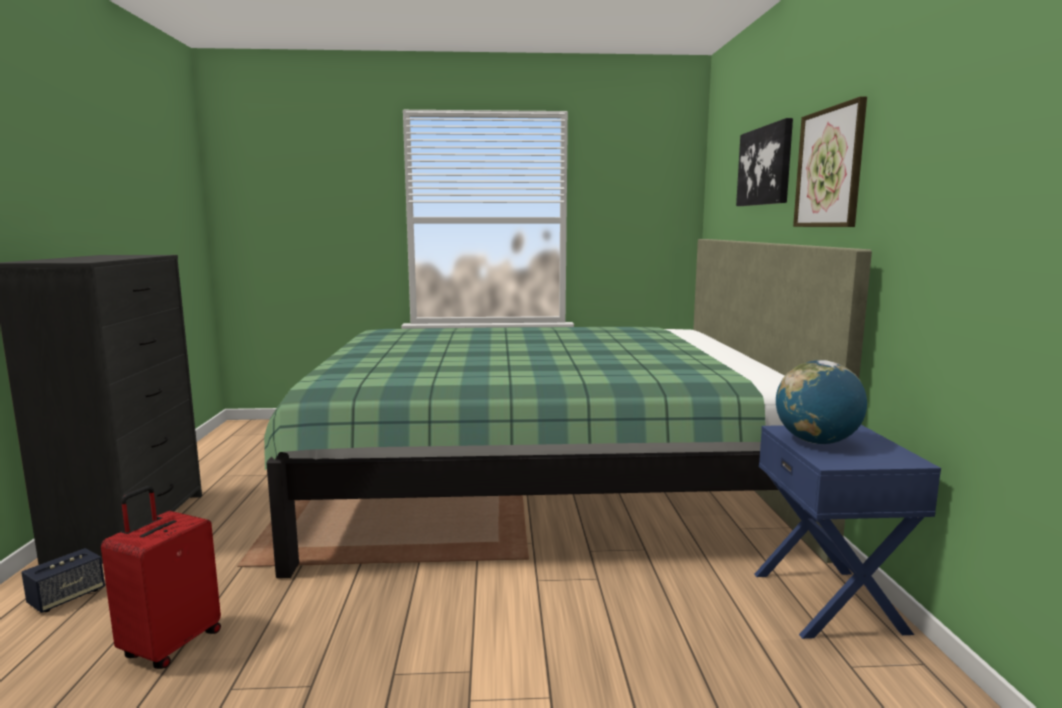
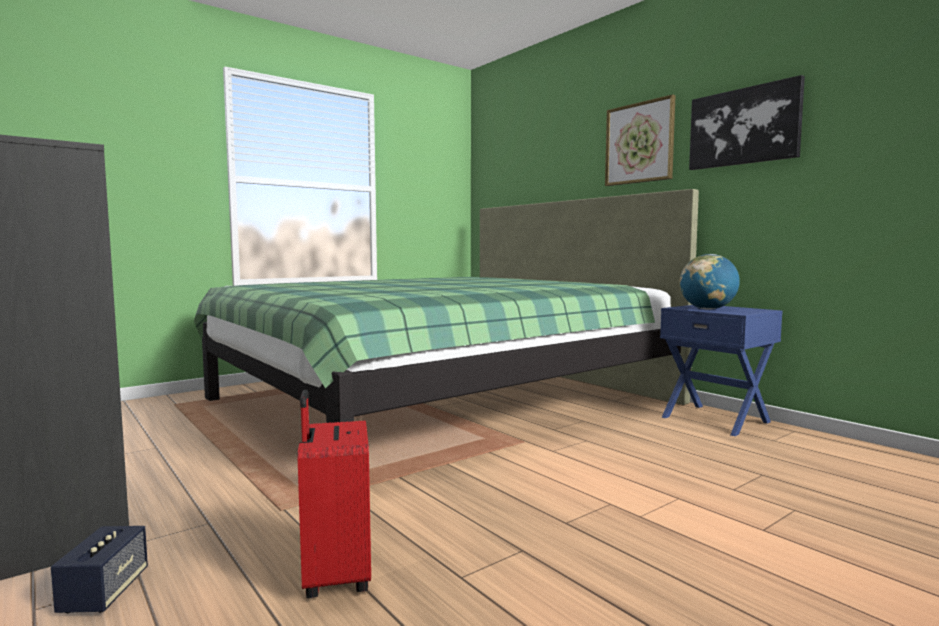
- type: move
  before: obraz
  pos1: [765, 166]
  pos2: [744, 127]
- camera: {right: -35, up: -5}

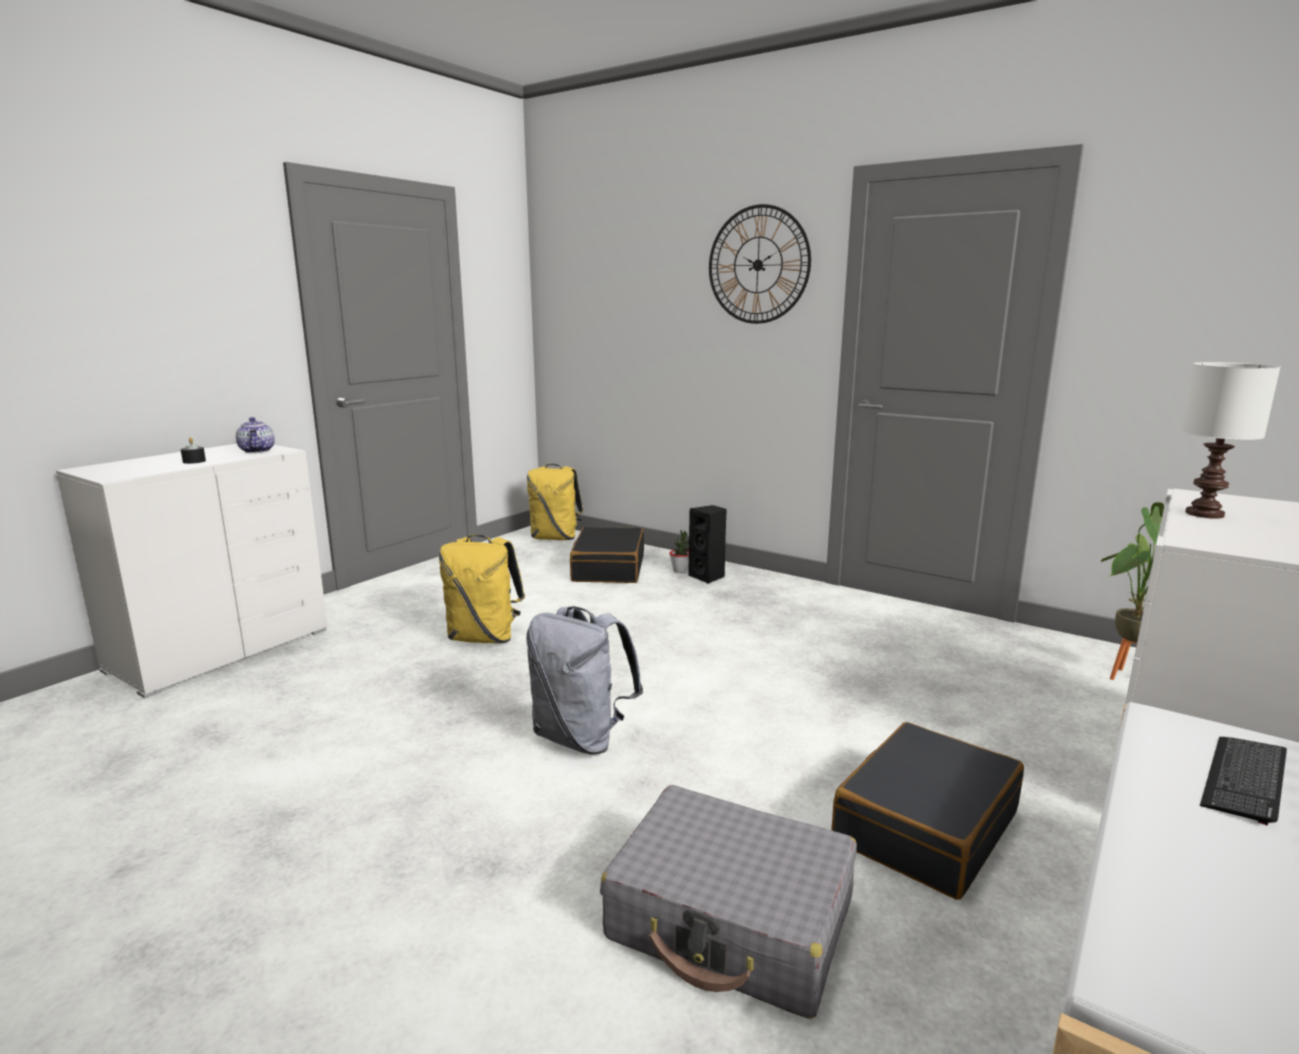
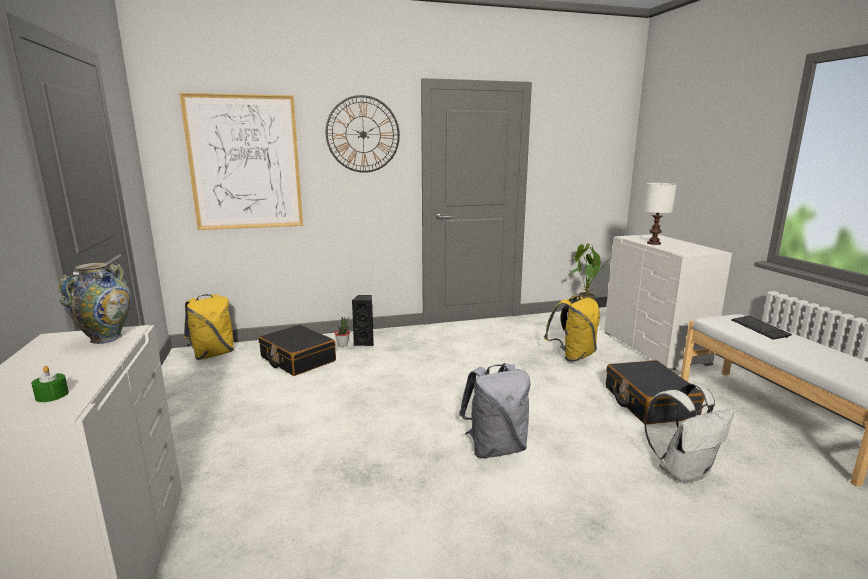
- type: replace
  before: imbryk
  after: wazon
  pos1: [258, 451]
  pos2: [106, 338]
- type: delete
  before: świeca [czarny]
  pos1: [194, 461]
- type: move
  before: plecak [żółty]
  pos1: [484, 638]
  pos2: [572, 356]
- type: replace
  before: walizka [szary]
  after: plecak [biały]
  pos1: [731, 920]
  pos2: [683, 471]
- type: insert
  after: obraz
  pos2: [245, 163]
- type: insert
  after: świeca [zielony]
  pos2: [52, 395]
- camera: {right: -50, up: 0}

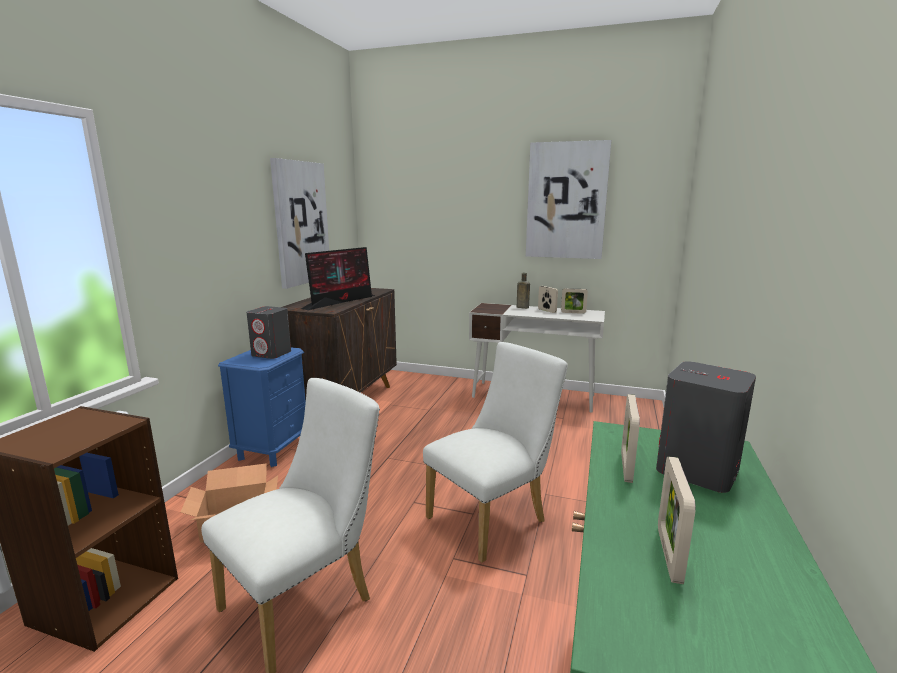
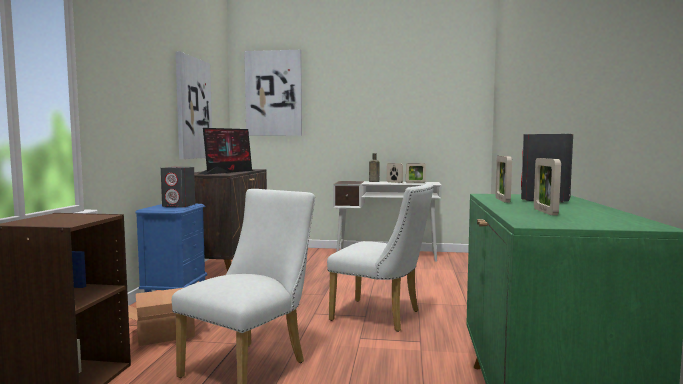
- type: move
  before: obraz
  pos1: [566, 201]
  pos2: [273, 93]
- type: rotate
  before: krzesło [biały]
  pos1: [493, 517]
  pos2: [382, 316]
  turn: 75
- camera: {right: -10, up: -10}

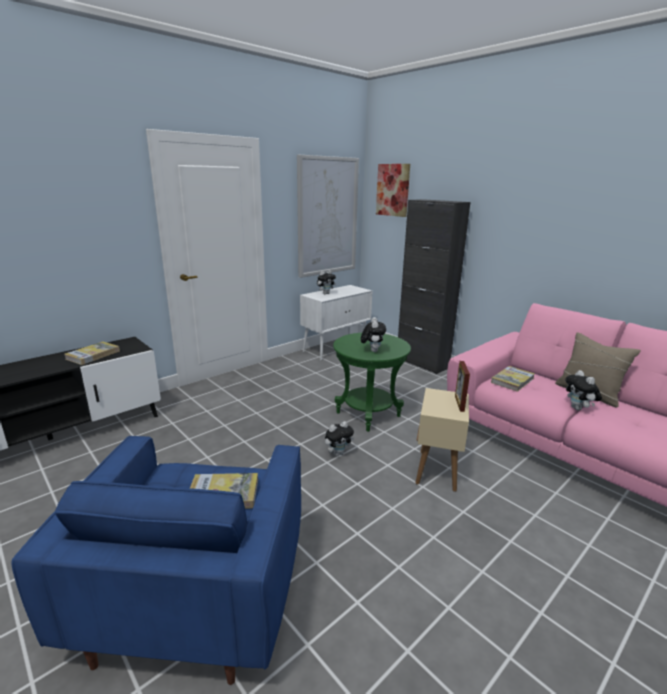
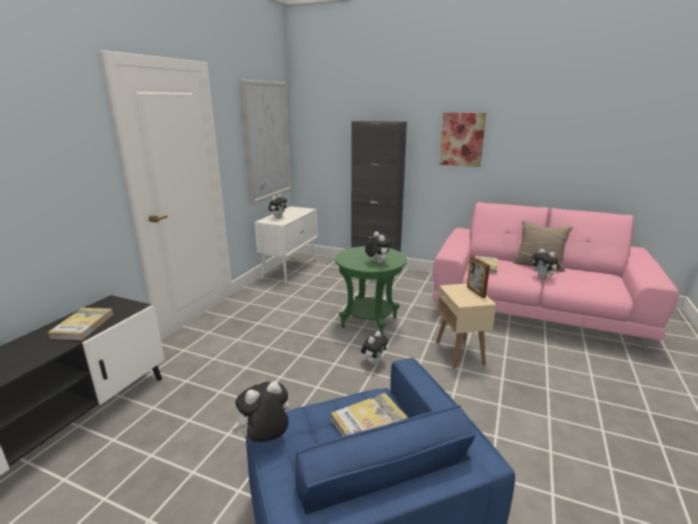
- type: move
  before: obraz
  pos1: [393, 190]
  pos2: [462, 139]
- type: insert
  after: pluszak
  pos2: [265, 440]
- camera: {right: -25, up: 0}

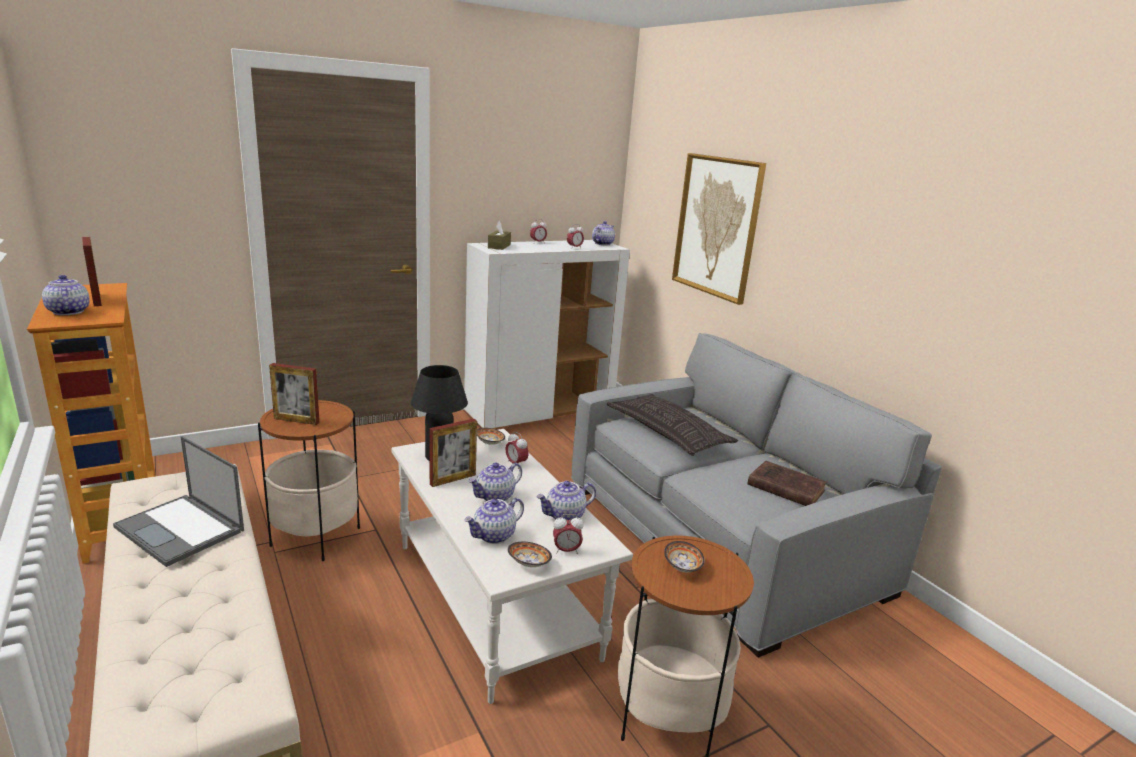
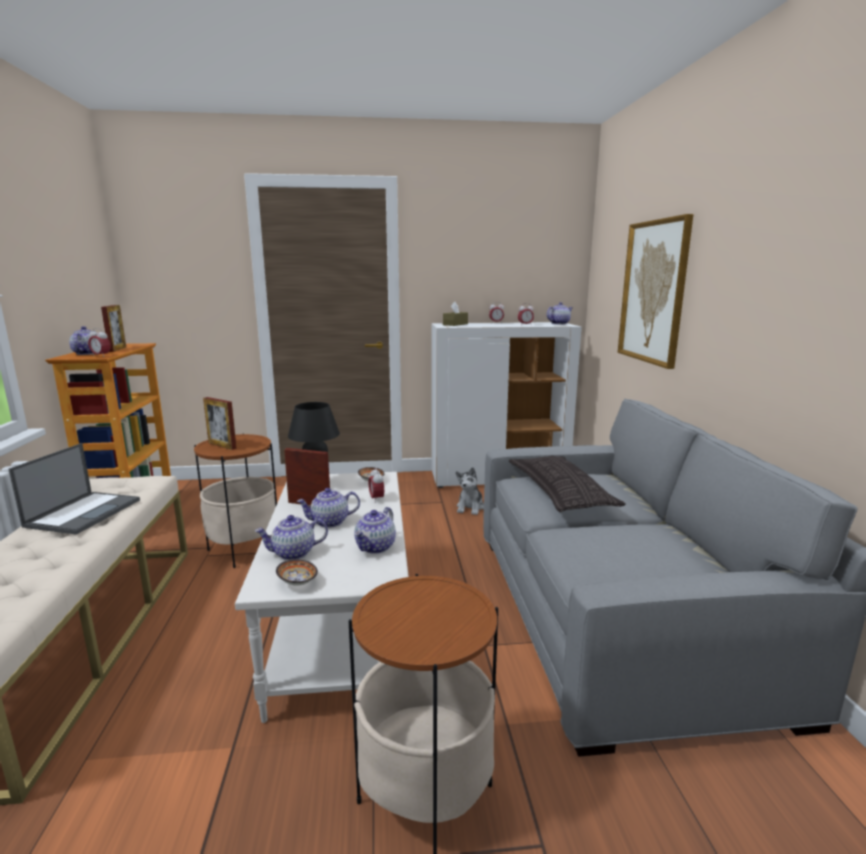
- type: rotate
  before: ramka na zdjęcie
  pos1: [453, 479]
  pos2: [309, 504]
  turn: -150
- type: rotate
  before: laptop
  pos1: [181, 529]
  pos2: [84, 512]
  turn: -135
- type: delete
  before: książka [brązowy]
  pos1: [783, 487]
- type: rotate
  before: imbryk
  pos1: [565, 516]
  pos2: [376, 547]
  turn: -60
- type: move
  before: budzik
  pos1: [566, 551]
  pos2: [101, 356]
- type: delete
  before: miska
  pos1: [682, 567]
- type: insert
  after: pluszak
  pos2: [470, 507]
- camera: {right: 25, up: -5}

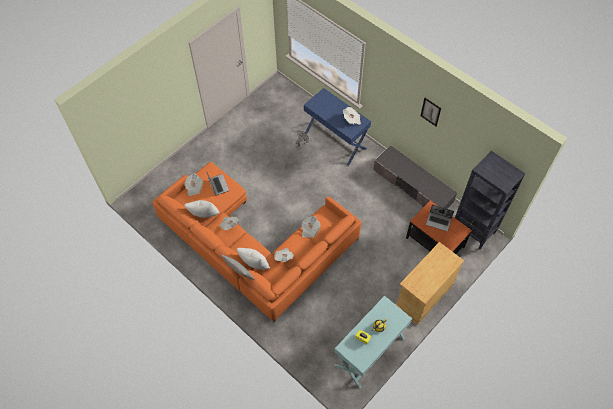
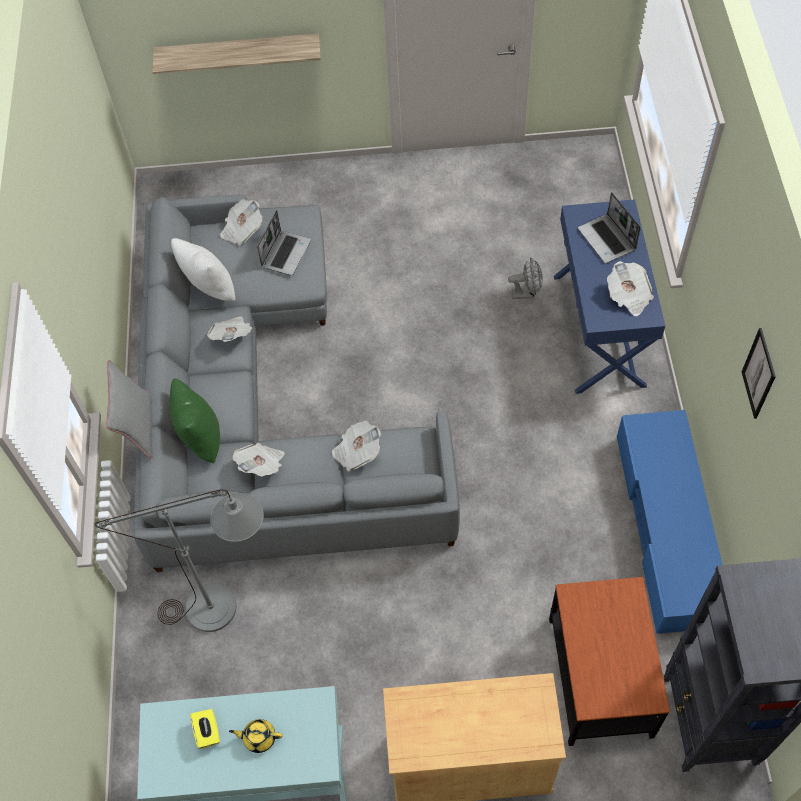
- type: recolor
  before: szafka pod telewizor [szary]
  after: szafka pod telewizor [niebieski]
  pos1: [412, 186]
  pos2: [667, 529]
- type: recolor
  before: kanapa [pomarańczowy]
  after: kanapa [szary]
  pos1: [252, 245]
  pos2: [260, 407]
- type: move
  before: laptop
  pos1: [439, 221]
  pos2: [607, 240]
- type: recolor
  before: poduszka [biały]
  after: poduszka [zielony]
  pos1: [254, 265]
  pos2: [199, 439]
- type: insert
  after: półka
  pos2: [238, 53]
- type: insert
  after: lampa stojąca [szary]
  pos2: [226, 606]
- camera: {right: 45, up: 0}

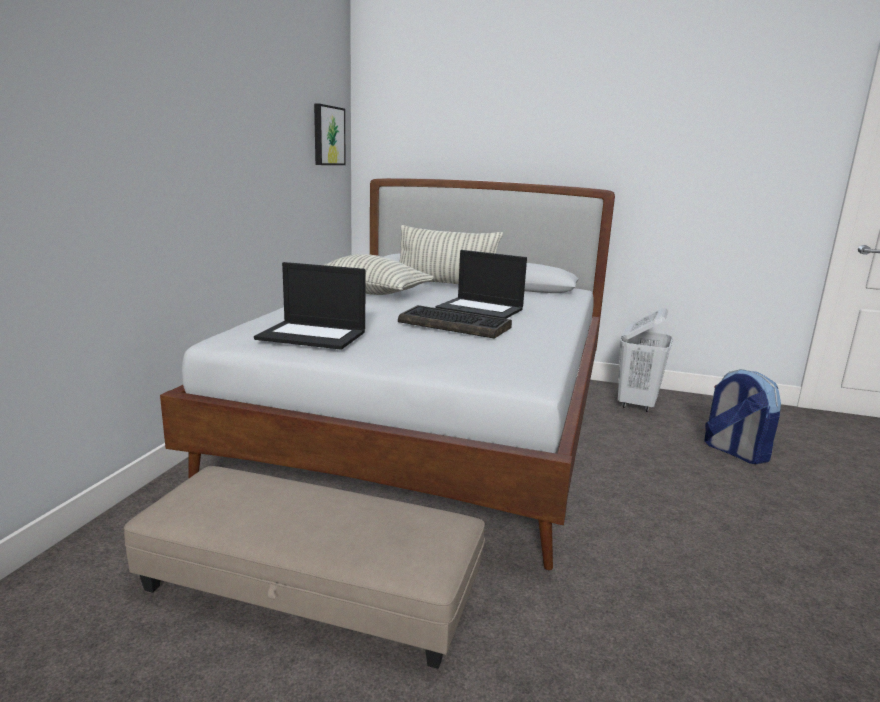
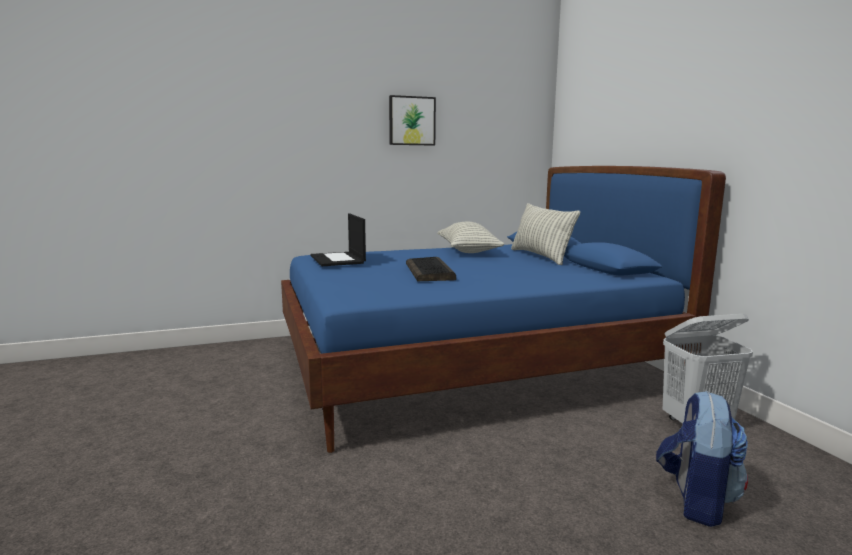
- type: move
  before: obraz
  pos1: [327, 135]
  pos2: [411, 121]
- type: recolor
  before: łóżko [biały]
  after: łóżko [niebieski]
  pos1: [433, 427]
  pos2: [469, 366]
- type: delete
  before: laptop
  pos1: [481, 309]
- type: delete
  before: pufa [beżowy]
  pos1: [310, 588]
- camera: {right: 55, up: -5}

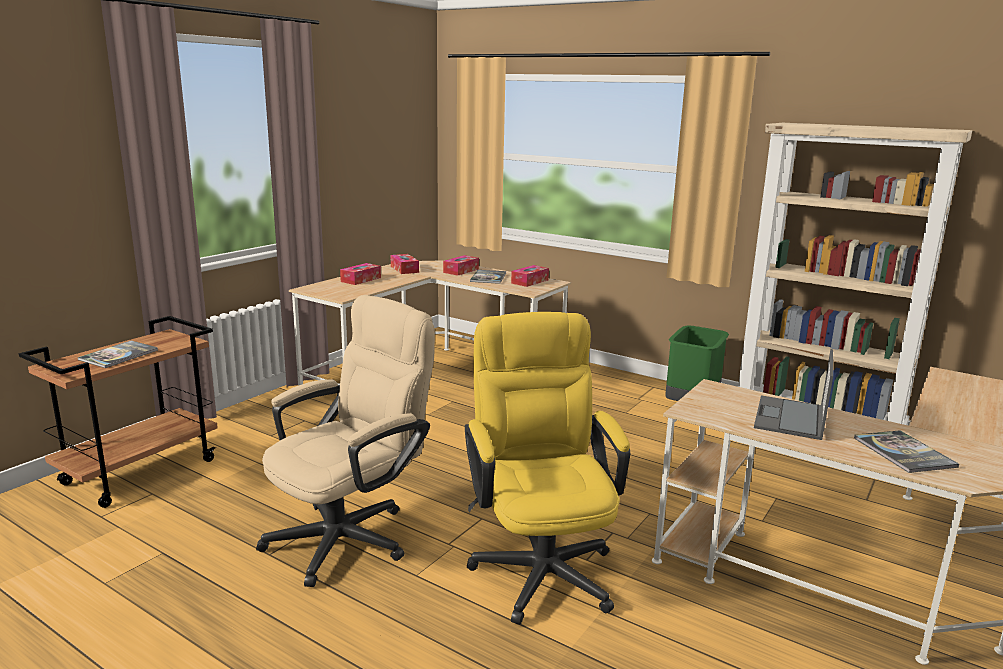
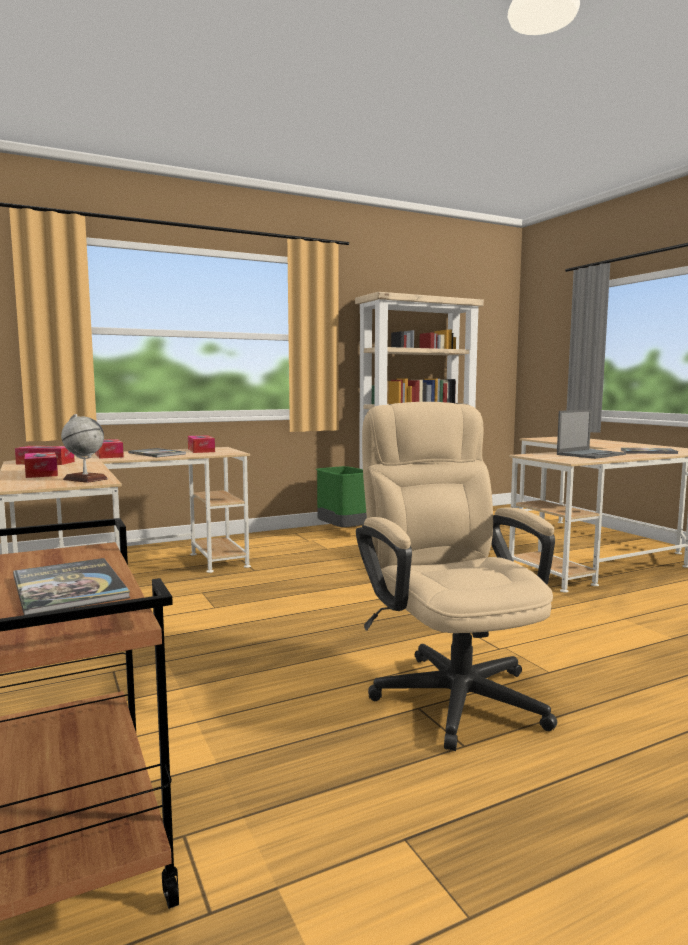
- type: delete
  before: krzesło biurowe [żółty]
  pos1: [540, 564]
- type: rotate
  before: laptop
  pos1: [790, 418]
  pos2: [591, 454]
  turn: -90
- type: insert
  after: globus
  pos2: [85, 479]
- camera: {right: -60, up: -10}

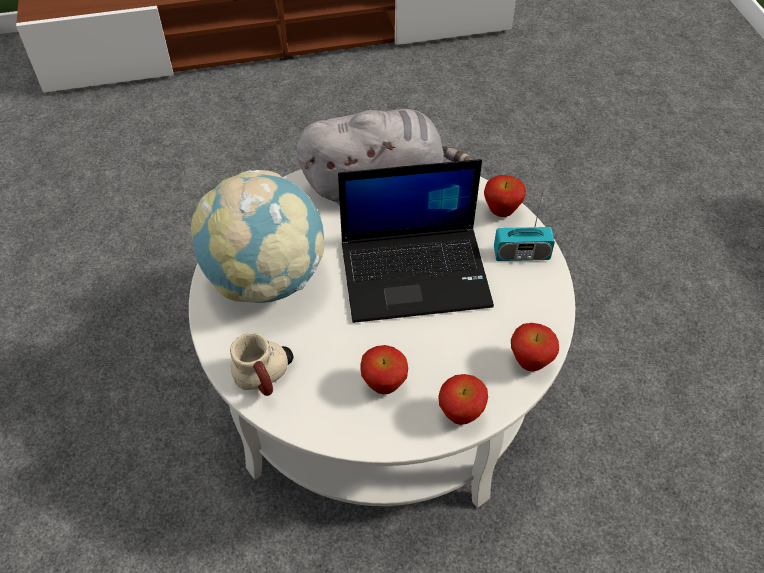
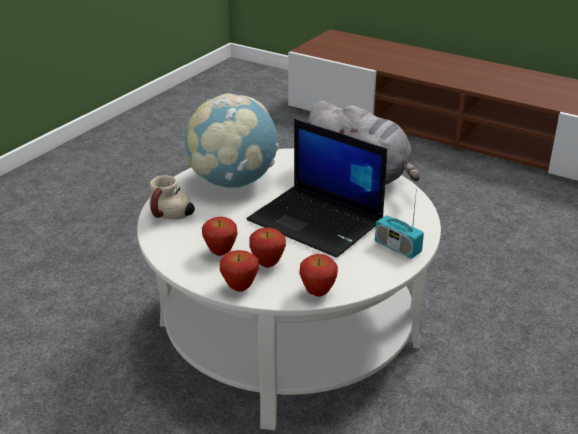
- type: move
  before: jabłko
  pos1: [501, 212]
  pos2: [267, 264]
- camera: {right: 45, up: -20}

